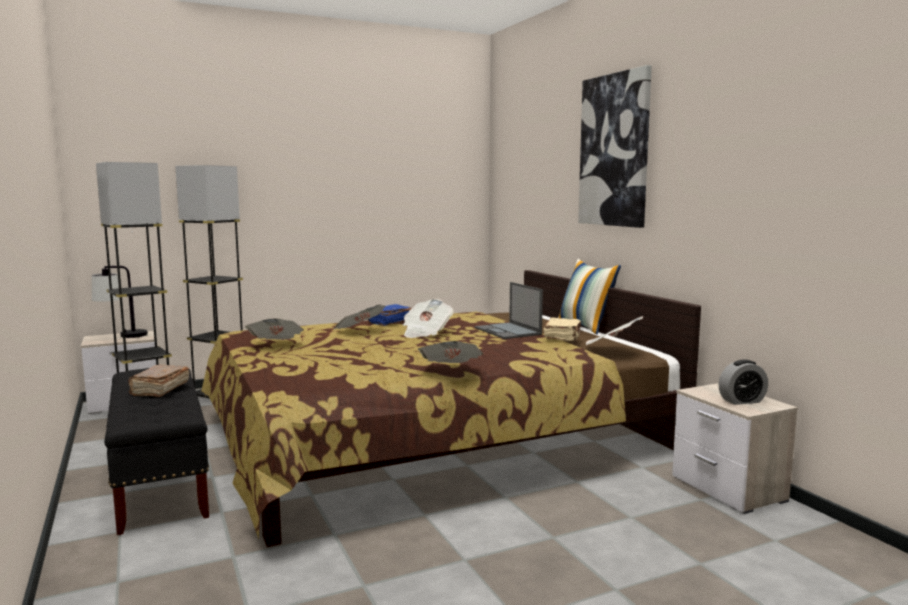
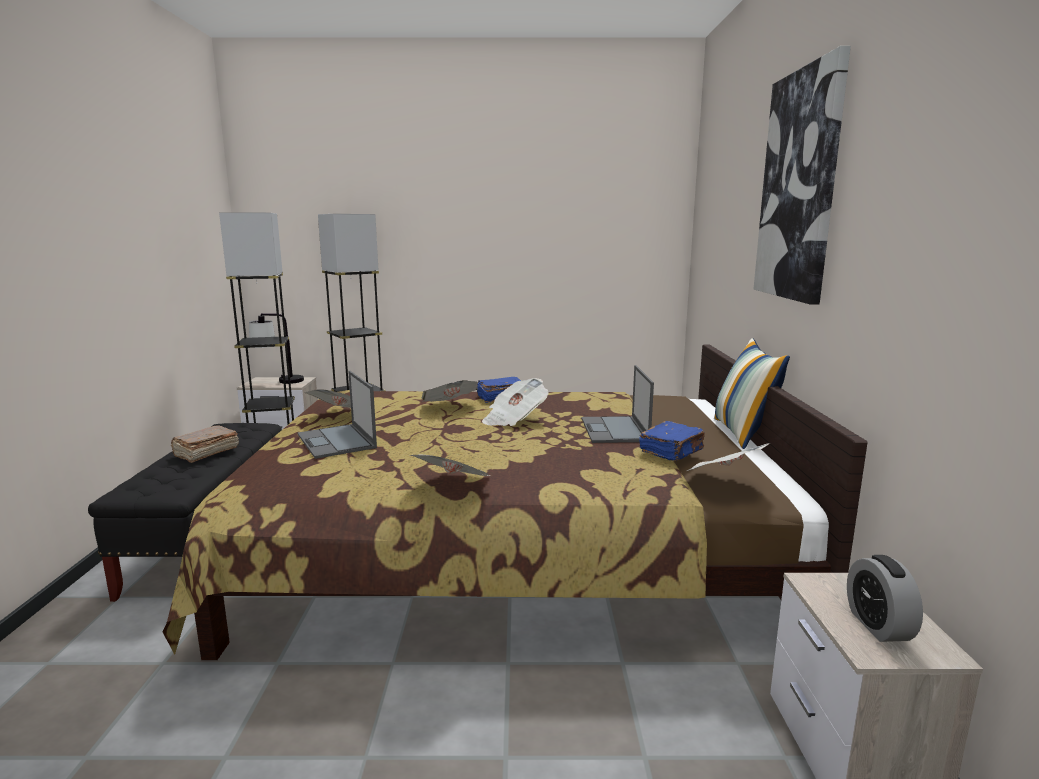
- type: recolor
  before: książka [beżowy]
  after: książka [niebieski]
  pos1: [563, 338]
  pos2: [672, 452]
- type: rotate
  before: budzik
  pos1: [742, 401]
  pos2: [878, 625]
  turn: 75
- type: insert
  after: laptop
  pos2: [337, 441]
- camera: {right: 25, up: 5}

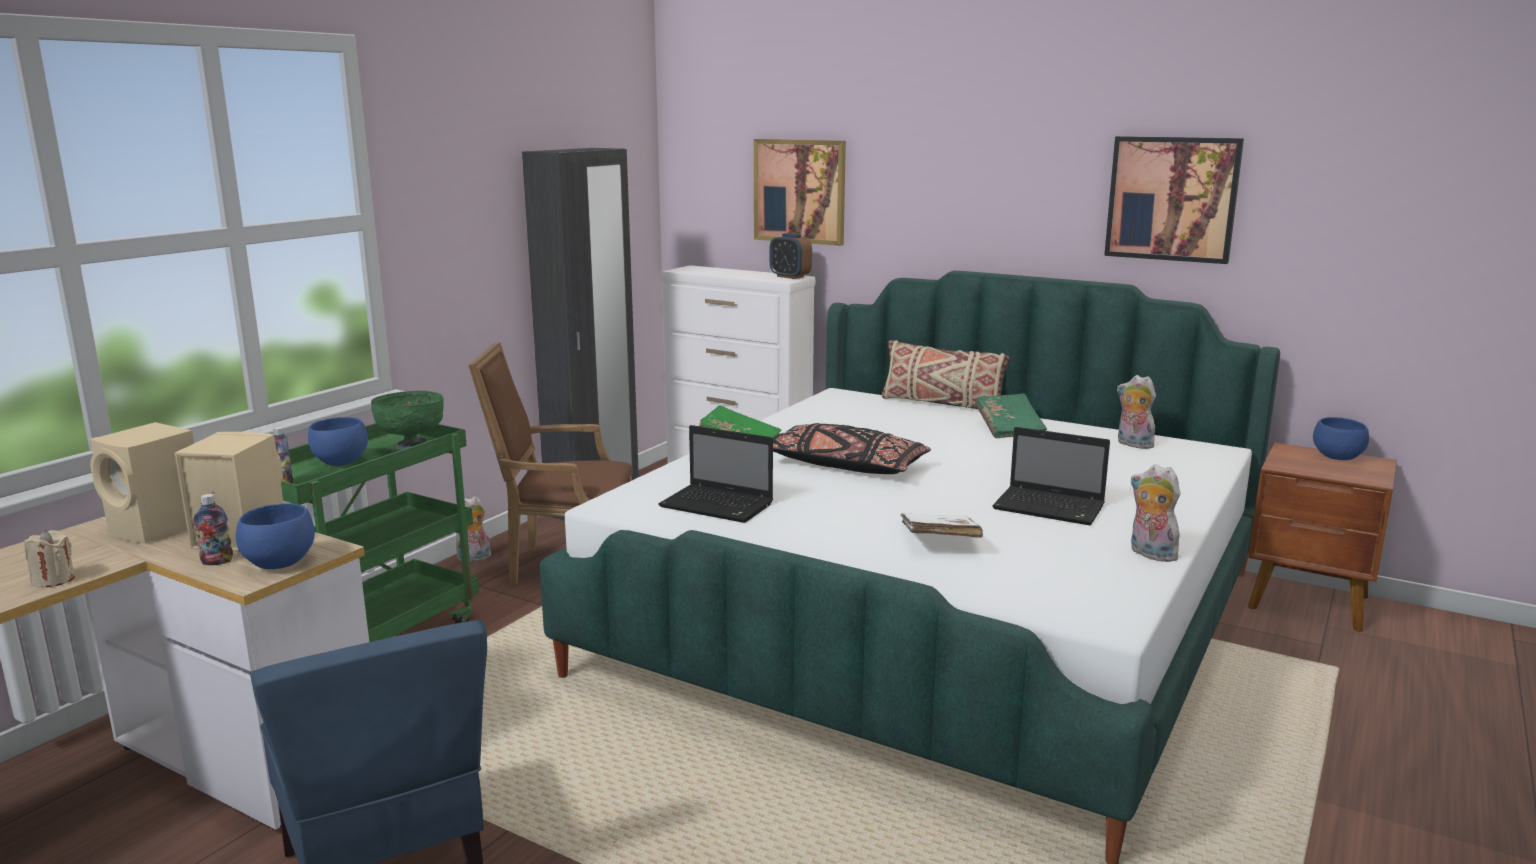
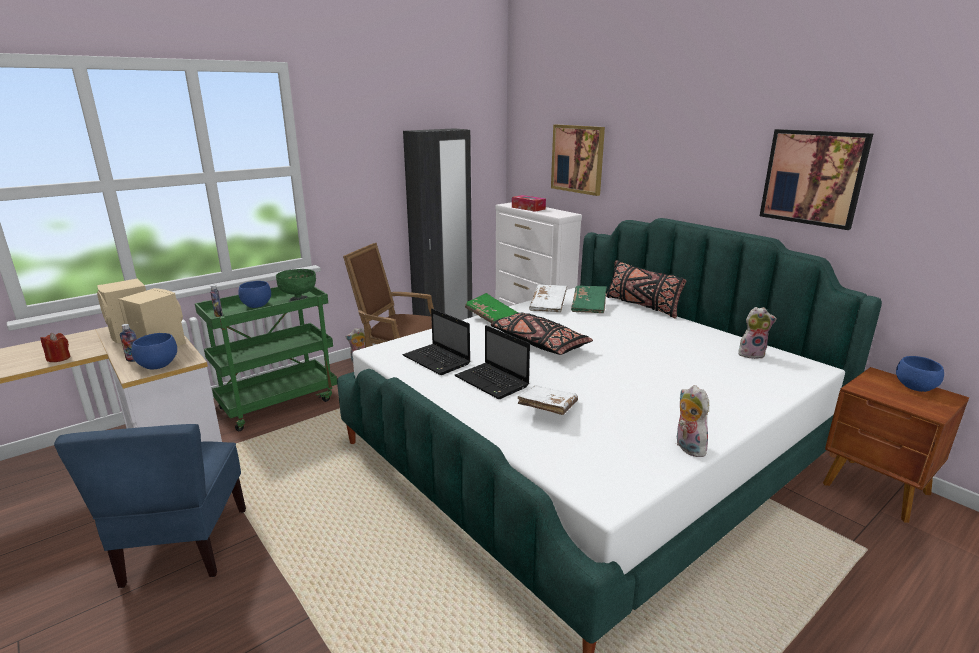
- type: delete
  before: budzik
  pos1: [790, 277]
- type: recolor
  before: poduszka [beżowy]
  after: poduszka [czarny]
  pos1: [942, 404]
  pos2: [642, 306]
- type: rotate
  before: pluszak
  pos1: [1132, 444]
  pos2: [751, 354]
  turn: 120
- type: move
  before: książka [zielony]
  pos1: [1009, 428]
  pos2: [589, 306]
- type: move
  before: laptop
  pos1: [1051, 508]
  pos2: [493, 382]
- type: recolor
  before: świeca [beżowy]
  after: świeca [czerwony]
  pos1: [53, 580]
  pos2: [59, 358]
- type: insert
  after: pudełko chusteczek
  pos2: [528, 208]
- type: insert
  after: książka [biały]
  pos2: [548, 305]
- camera: {right: 20, up: 5}

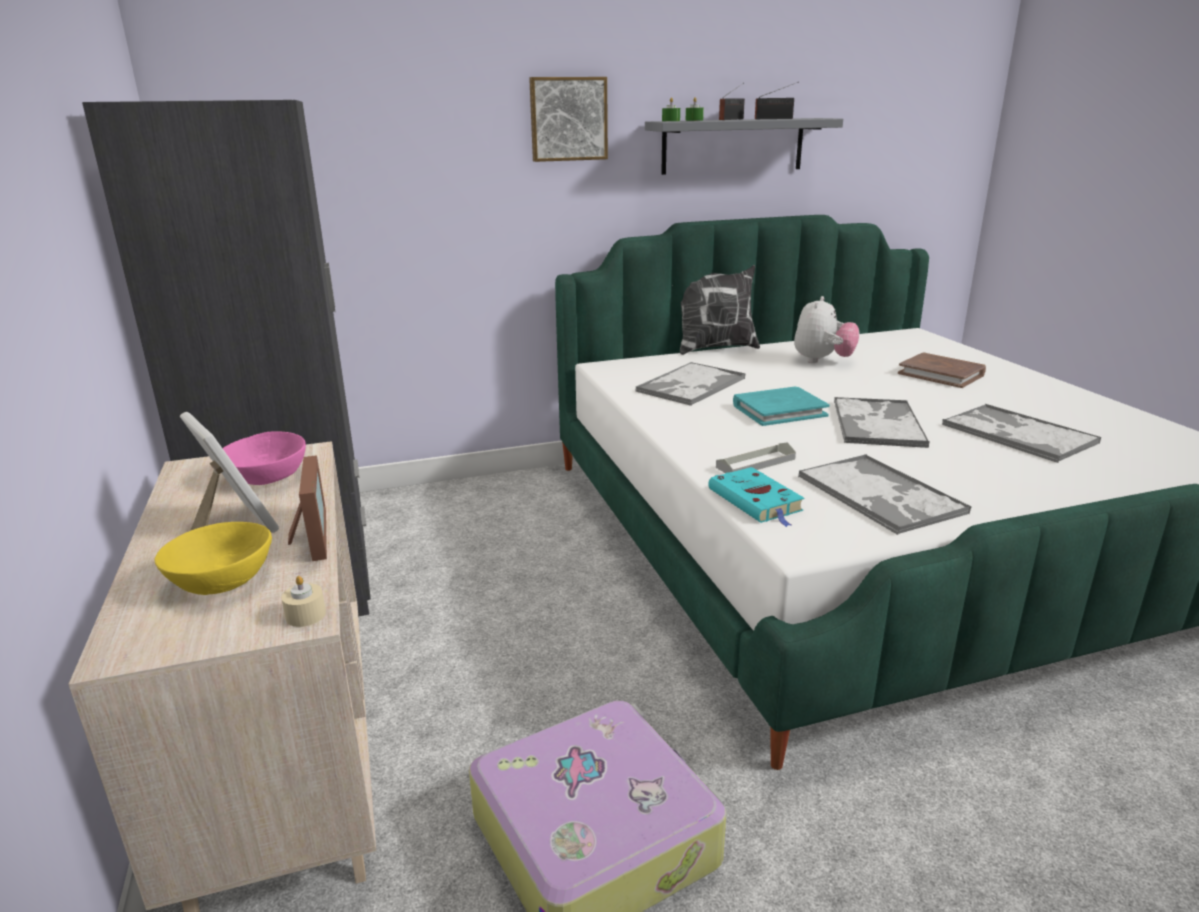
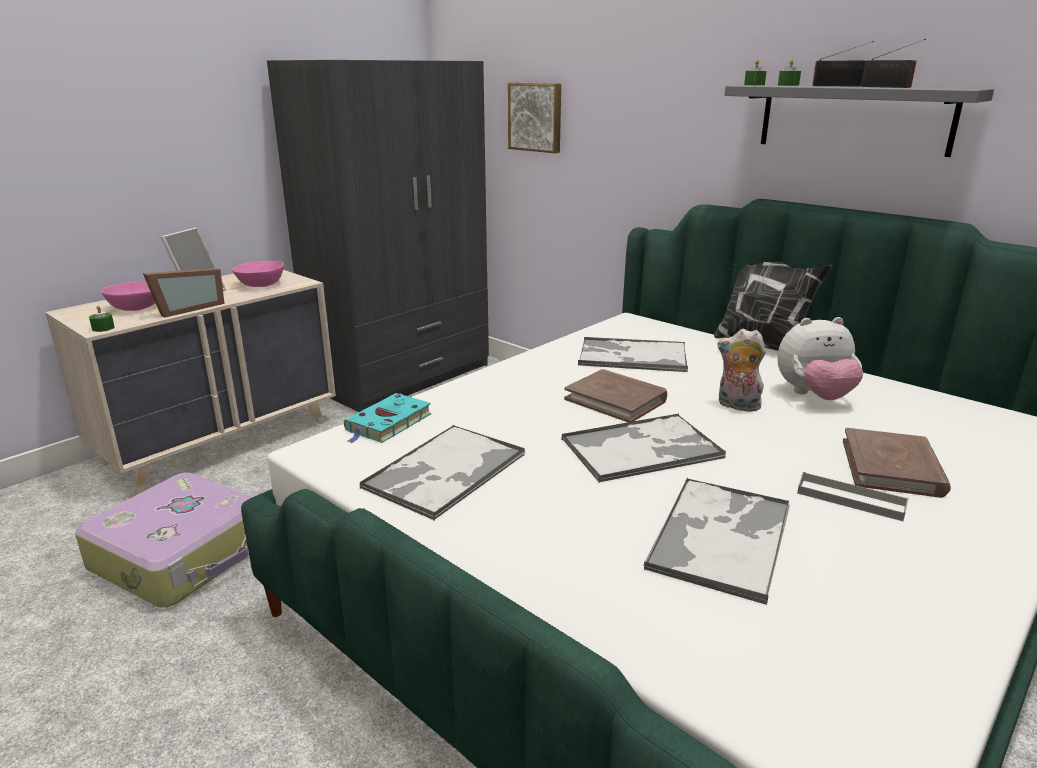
- type: move
  before: obraz
  pos1: [568, 119]
  pos2: [536, 117]
- type: recolor
  before: książka [turkusowy]
  after: książka [brązowy]
  pos1: [779, 410]
  pos2: [616, 400]
- type: move
  before: taca [szary]
  pos1: [755, 463]
  pos2: [850, 499]
- type: recolor
  before: miska [żółty]
  after: miska [różowy]
  pos1: [221, 580]
  pos2: [136, 307]
- type: recolor
  before: świeca [beżowy]
  after: świeca [zielony]
  pos1: [305, 615]
  pos2: [103, 328]
- type: insert
  after: pluszak
  pos2: [737, 406]
- camera: {right: 60, up: 0}

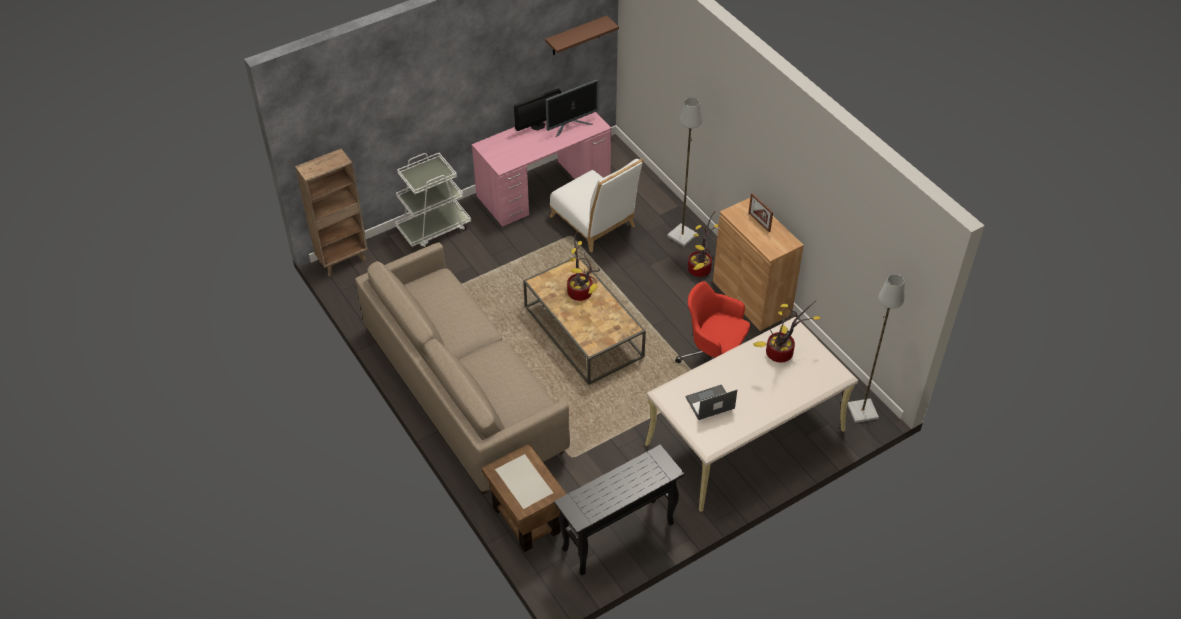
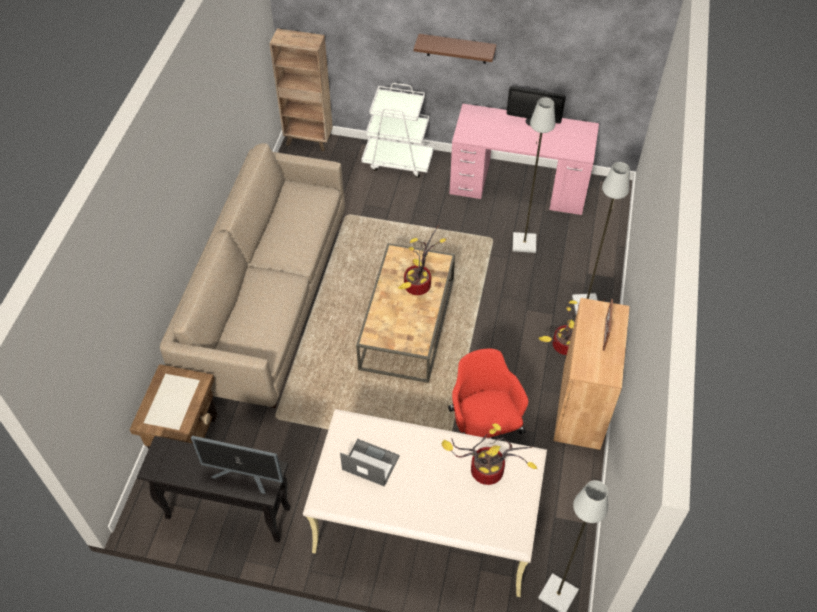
- type: move
  before: półka [brązowy]
  pos1: [576, 36]
  pos2: [456, 49]
- type: move
  before: monitor
  pos1: [571, 125]
  pos2: [244, 475]
- type: replace
  before: krzesło [biały]
  after: lampa stojąca [szary]
  pos1: [595, 224]
  pos2: [523, 243]
- camera: {right: 45, up: 5}

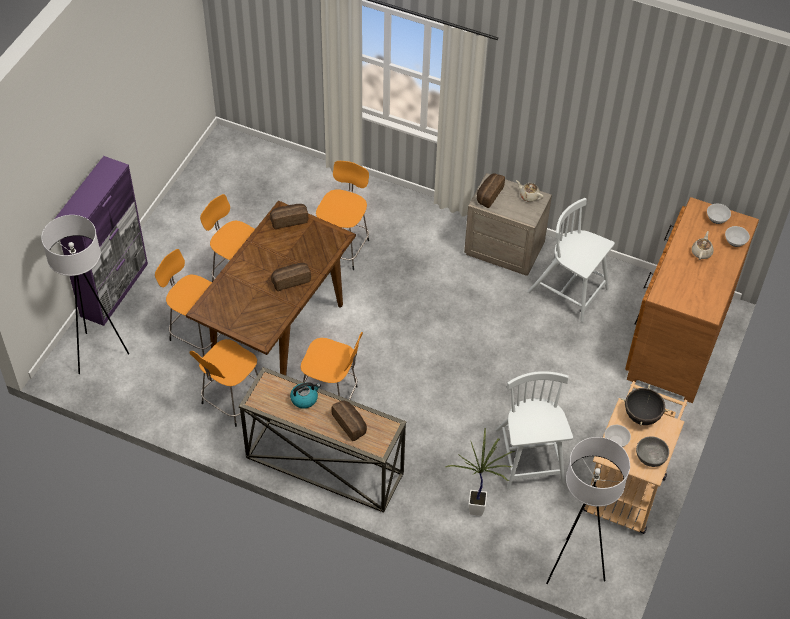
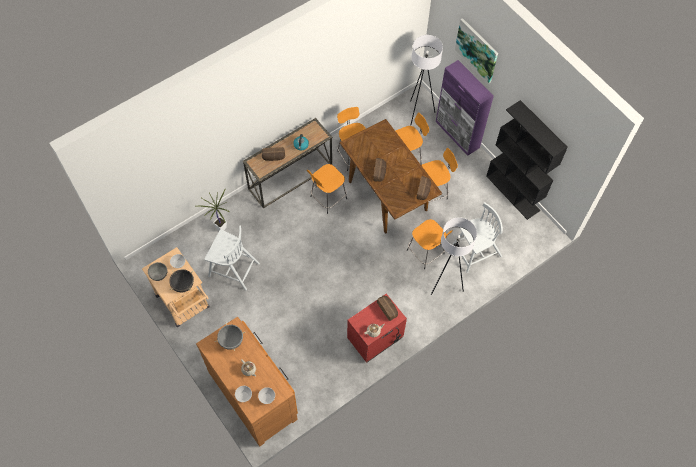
- type: recolor
  before: szafka nocna [beżowy]
  after: szafka nocna [czerwony]
  pos1: [504, 249]
  pos2: [375, 338]
- type: move
  before: krzesło [biały]
  pos1: [569, 291]
  pos2: [475, 252]
- type: move
  before: lampa stojąca [biały]
  pos1: [573, 568]
  pos2: [445, 284]
- type: insert
  after: obraz
  pos2: [477, 50]
- type: insert
  after: regał [czarny]
  pos2: [513, 193]
- type: insert
  after: garnek [szary]
  pos2: [231, 341]
- camera: {right: 120, up: 10}

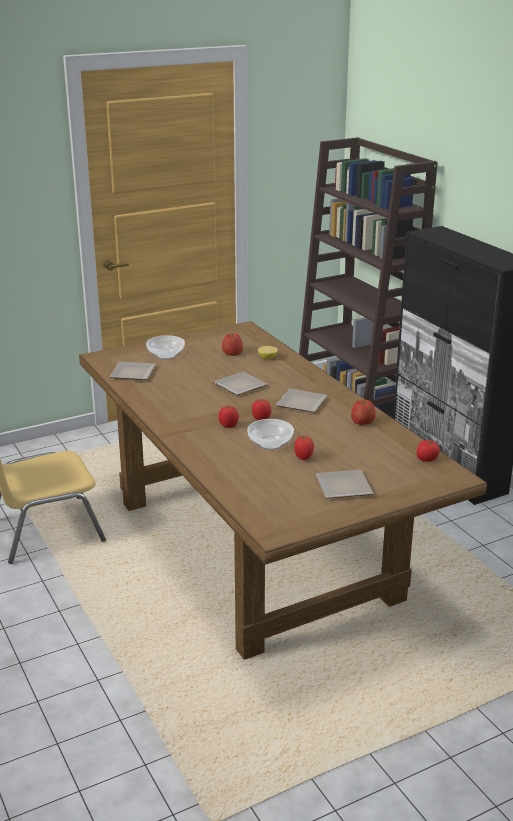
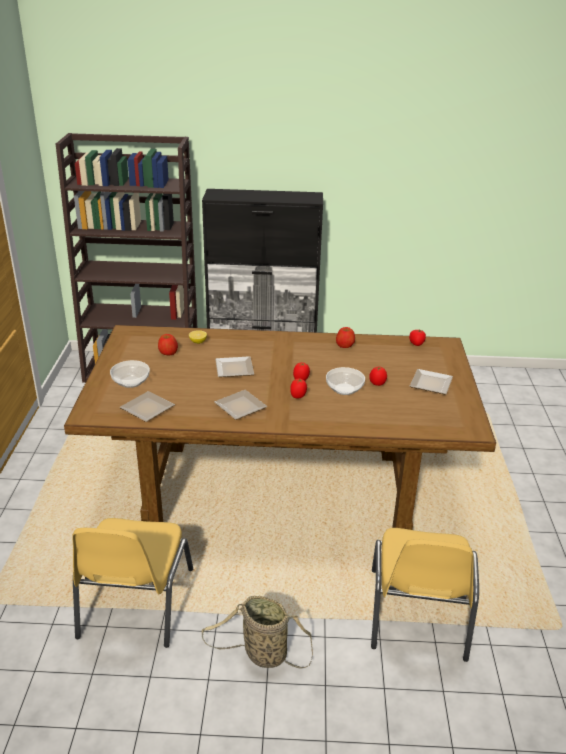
- type: move
  before: talerz
  pos1: [303, 403]
  pos2: [240, 406]
- type: insert
  after: krzesło [żółty]
  pos2: [418, 615]
- type: insert
  after: koszyk
  pos2: [262, 654]
- camera: {right: -60, up: 5}

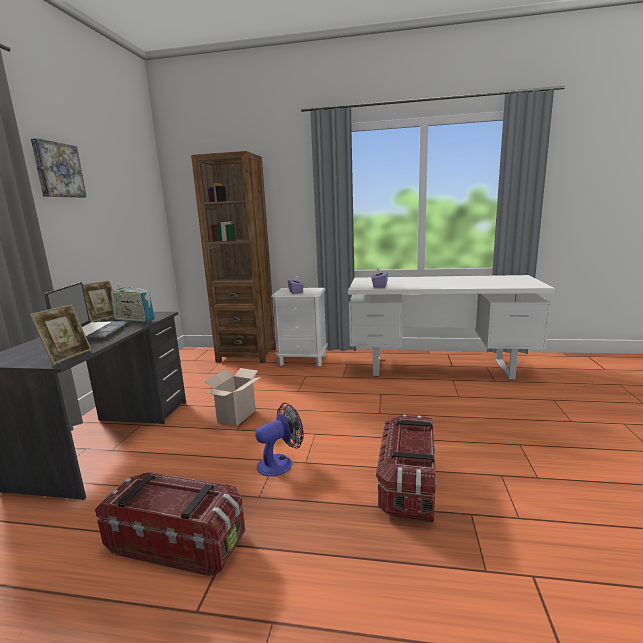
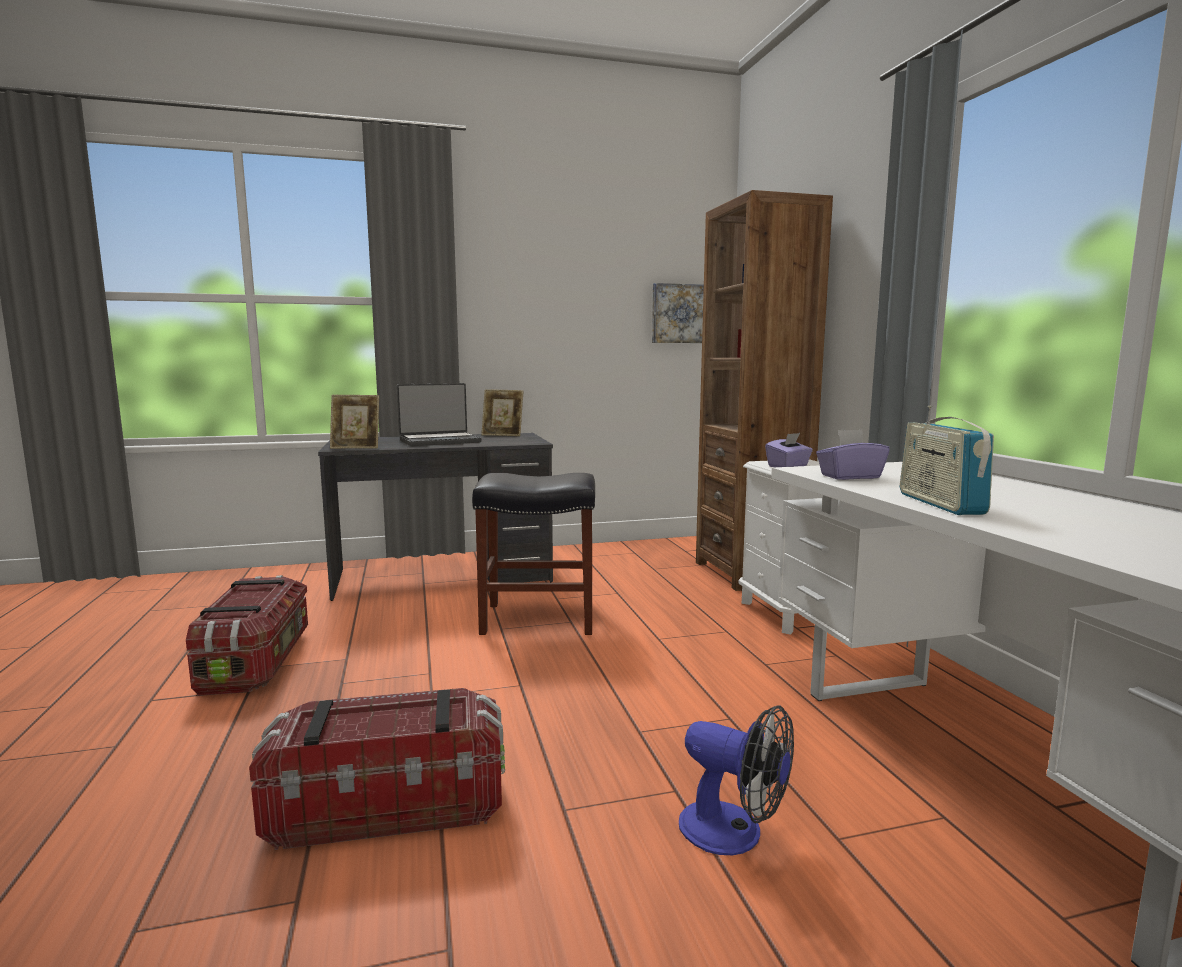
- type: move
  before: obraz
  pos1: [58, 170]
  pos2: [678, 314]
- type: move
  before: radio
  pos1: [134, 320]
  pos2: [940, 504]
- type: replace
  before: karton
  after: stołek [czarny]
  pos1: [237, 416]
  pos2: [537, 619]
- type: move
  before: wentylator
  pos1: [280, 463]
  pos2: [734, 833]
- camera: {right: 65, up: -5}

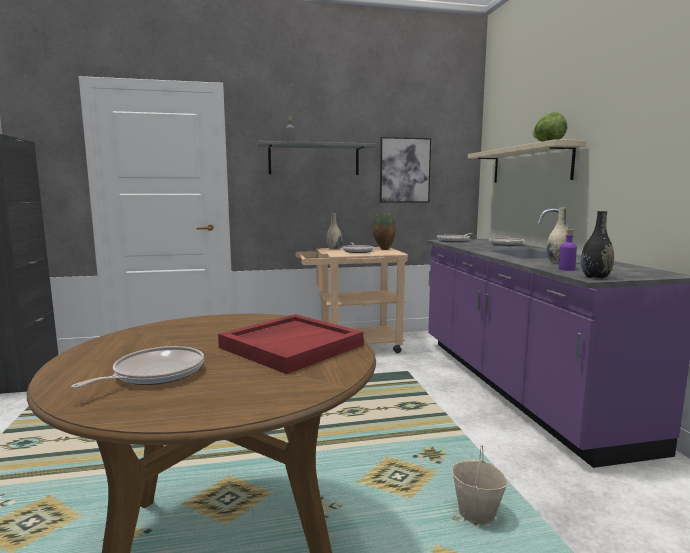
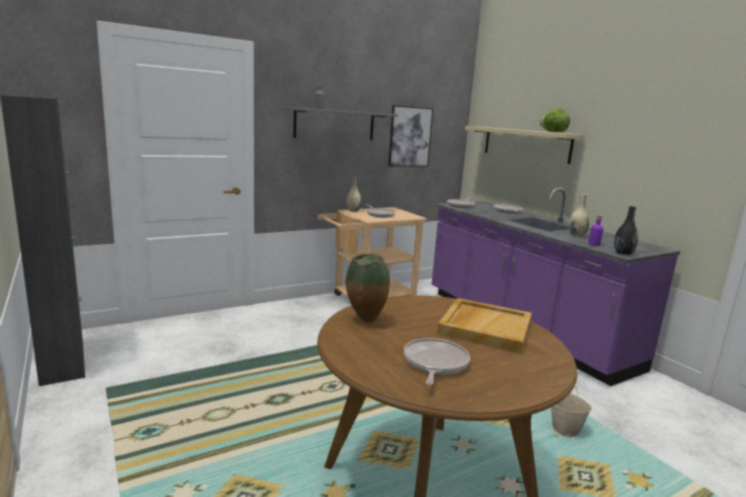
- type: move
  before: wazon
  pos1: [383, 249]
  pos2: [365, 321]
- type: recolor
  before: taca [czerwony]
  after: taca [beżowy]
  pos1: [291, 346]
  pos2: [484, 327]
- camera: {right: -20, up: 5}

